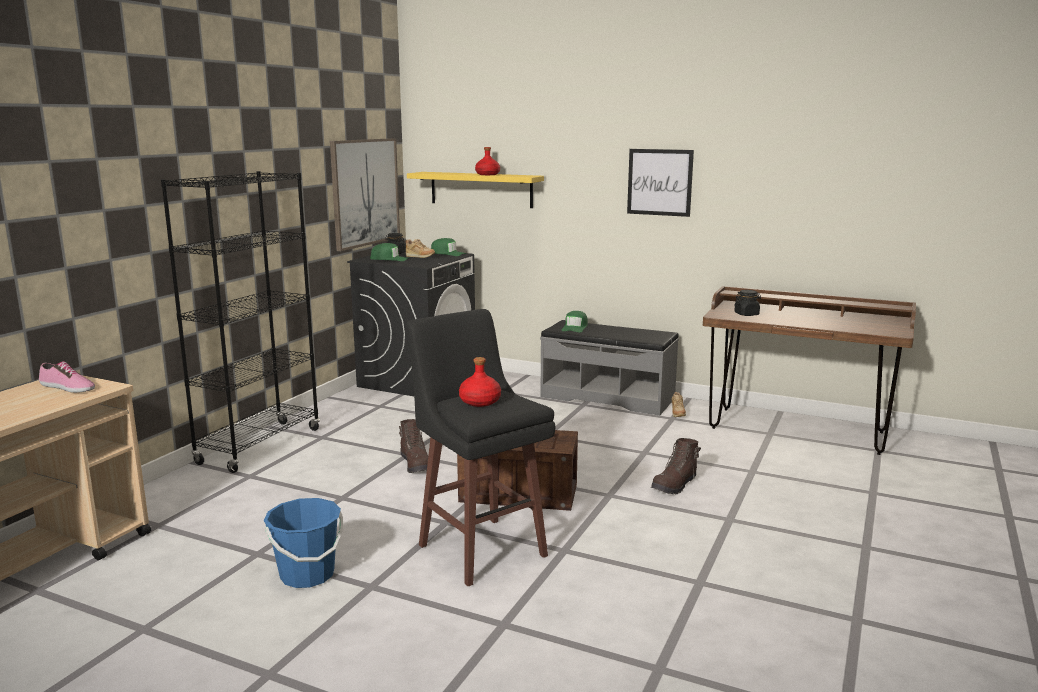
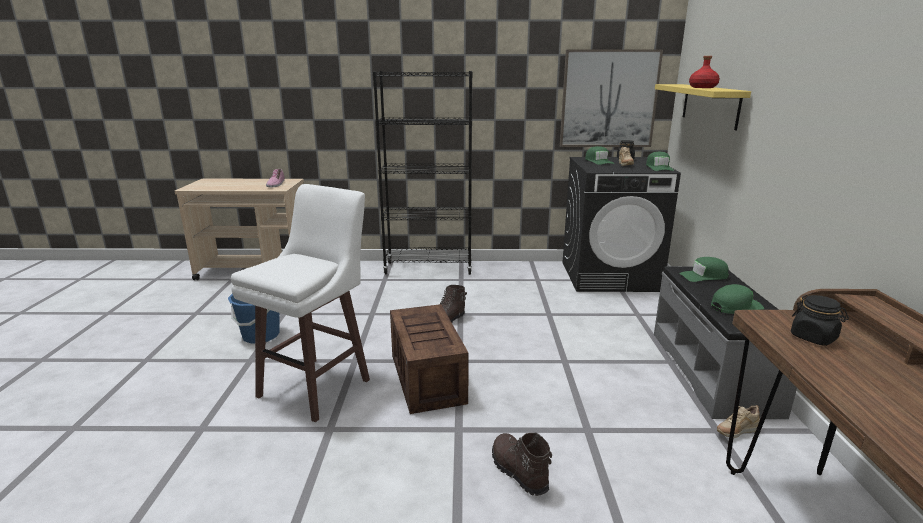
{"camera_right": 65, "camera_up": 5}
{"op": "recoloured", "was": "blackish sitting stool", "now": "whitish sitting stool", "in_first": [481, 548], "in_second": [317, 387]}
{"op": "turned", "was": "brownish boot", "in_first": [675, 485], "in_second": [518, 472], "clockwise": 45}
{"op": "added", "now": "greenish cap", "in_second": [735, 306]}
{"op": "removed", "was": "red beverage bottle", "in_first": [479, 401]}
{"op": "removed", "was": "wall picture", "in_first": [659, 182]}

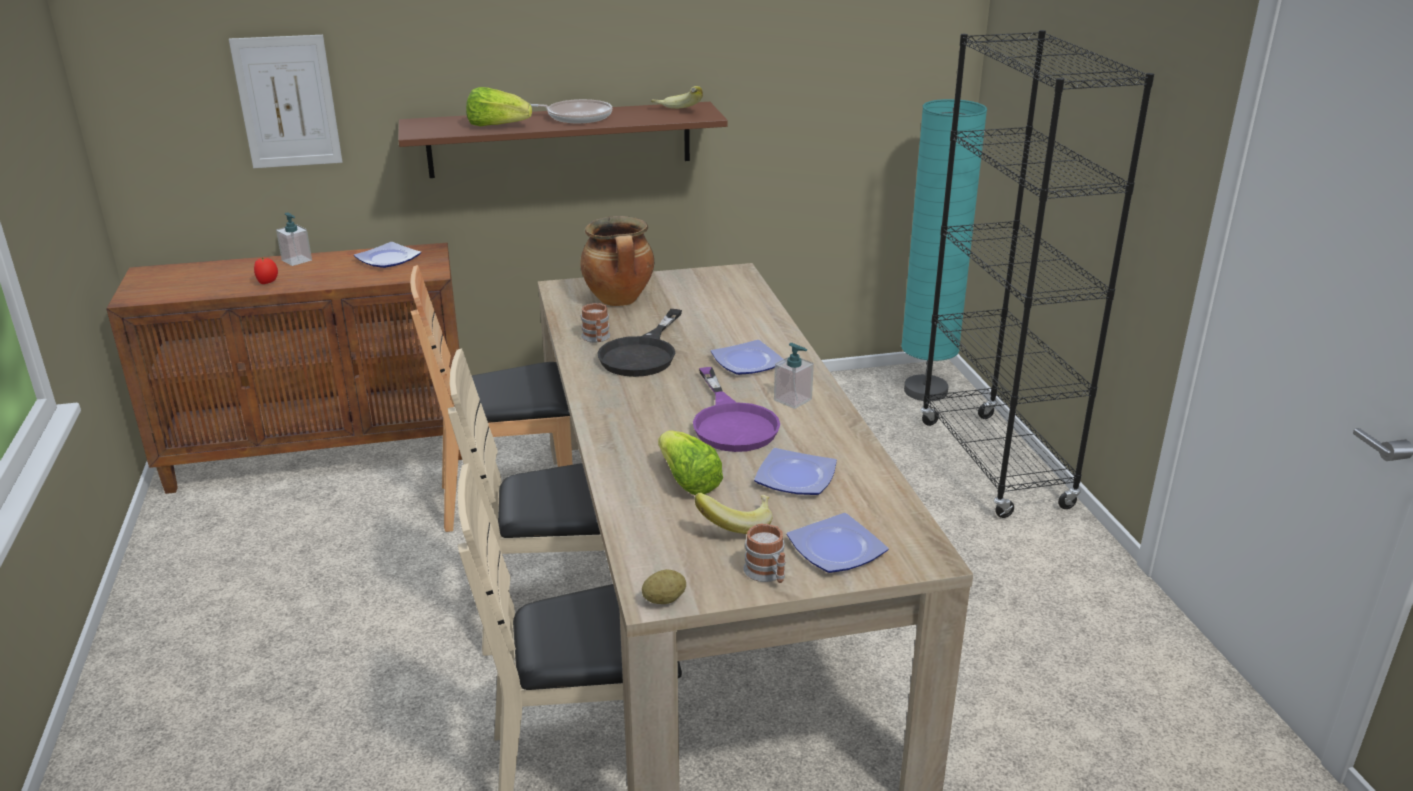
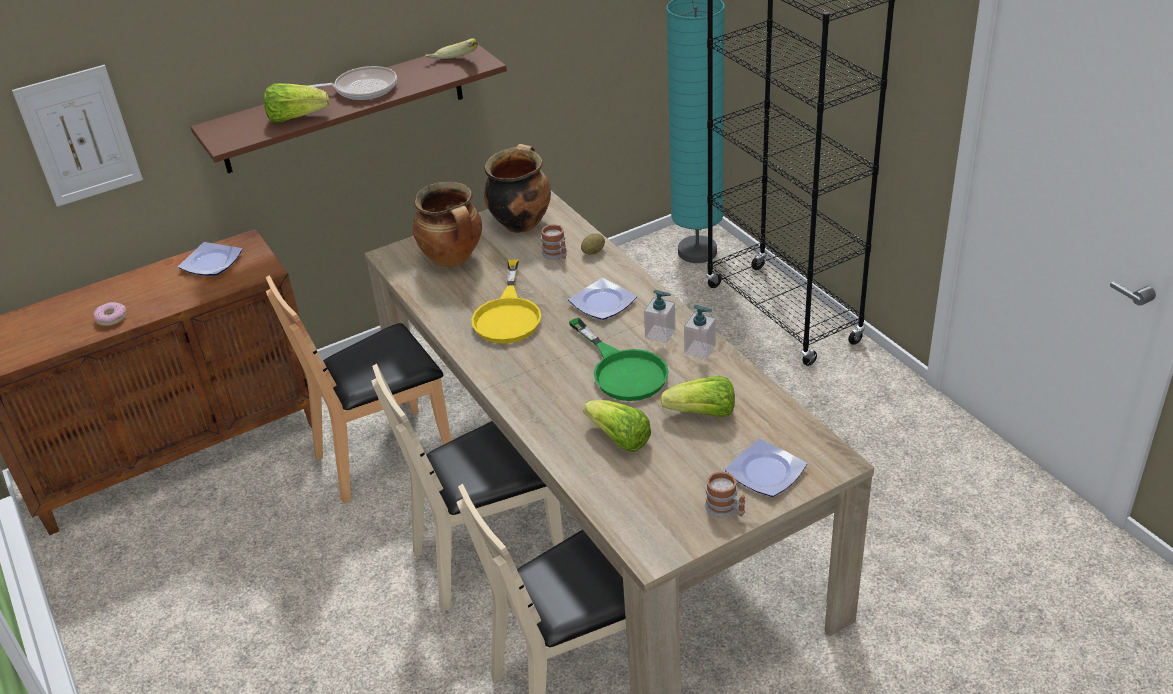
{"camera_right": -15, "camera_up": 10}
{"op": "replaced", "was": "whole tomato", "now": "ring doughnut", "in_first": [268, 282], "in_second": [111, 318]}
{"op": "recoloured", "was": "blackish skillet", "now": "yellow-coloured skillet", "in_first": [643, 353], "in_second": [508, 315]}
{"op": "added", "now": "saucepot", "in_second": [520, 223]}
{"op": "moved", "was": "coffee mug", "in_first": [596, 338], "in_second": [557, 255]}
{"op": "recoloured", "was": "purple-coloured skillet", "now": "greenish skillet", "in_first": [732, 422], "in_second": [623, 370]}
{"op": "moved", "was": "whole potato", "in_first": [664, 600], "in_second": [593, 252]}
{"op": "replaced", "was": "plate", "now": "head of lettuce", "in_first": [796, 478], "in_second": [702, 413]}
{"op": "moved", "was": "liquid soap bottle", "in_first": [297, 260], "in_second": [700, 350]}
{"op": "removed", "was": "whole banana", "in_first": [735, 524]}

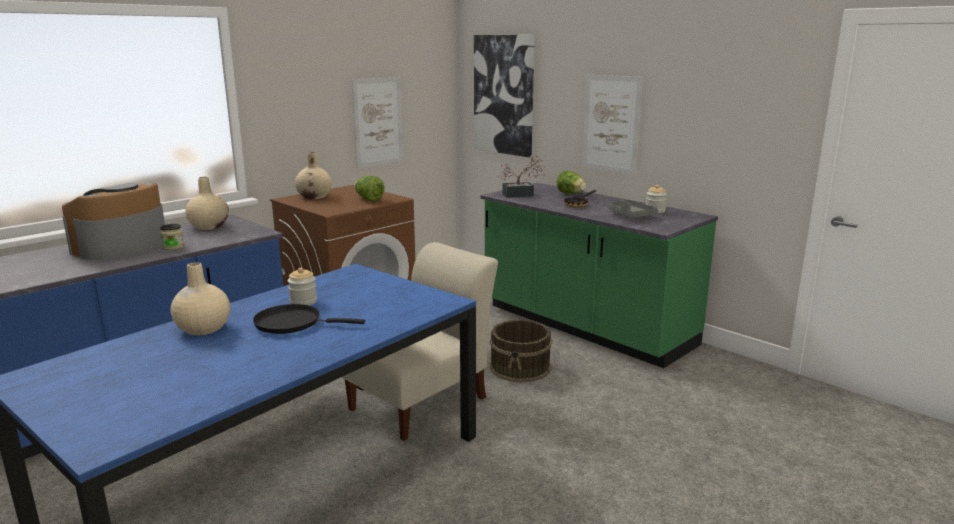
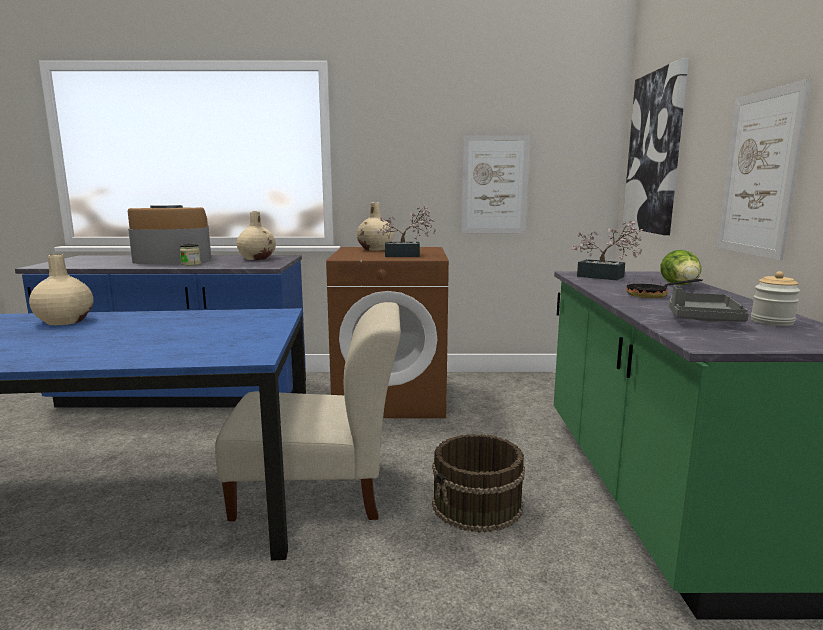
{"camera_right": 45, "camera_up": -5}
{"op": "replaced", "was": "head of lettuce", "now": "plant in a pot", "in_first": [368, 199], "in_second": [407, 255]}
{"op": "removed", "was": "blackish skillet", "in_first": [292, 323]}
{"op": "removed", "was": "jar", "in_first": [303, 302]}

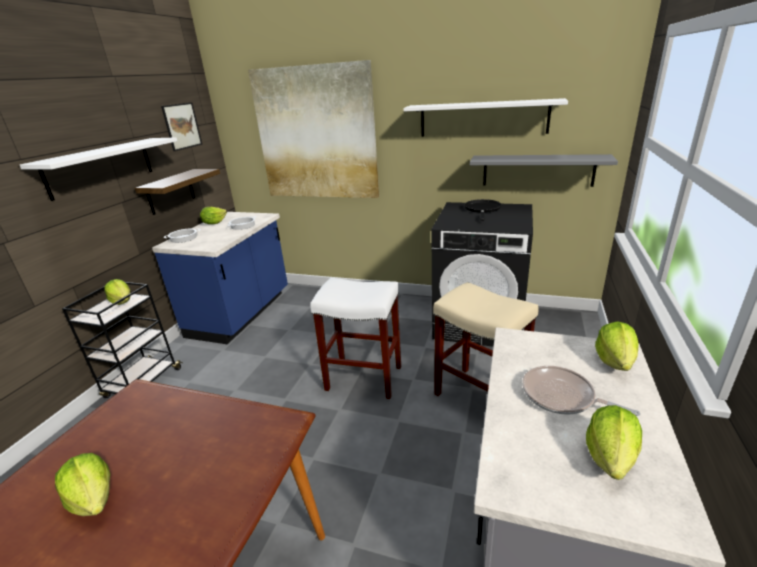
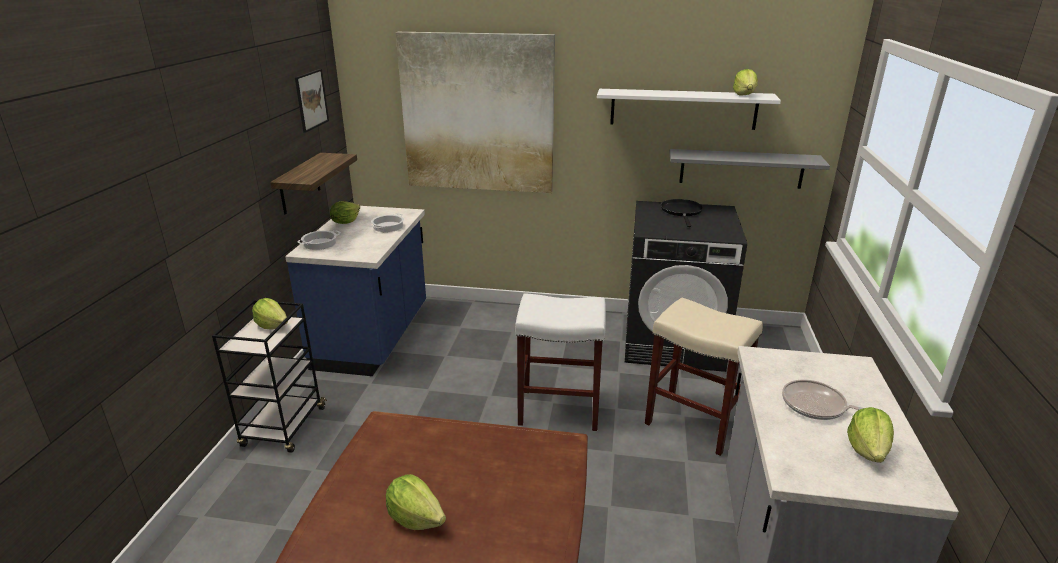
{"camera_right": -10, "camera_up": 0}
{"op": "moved", "was": "head of lettuce", "in_first": [615, 361], "in_second": [744, 95]}
{"op": "removed", "was": "whitish wall shelf", "in_first": [101, 167]}

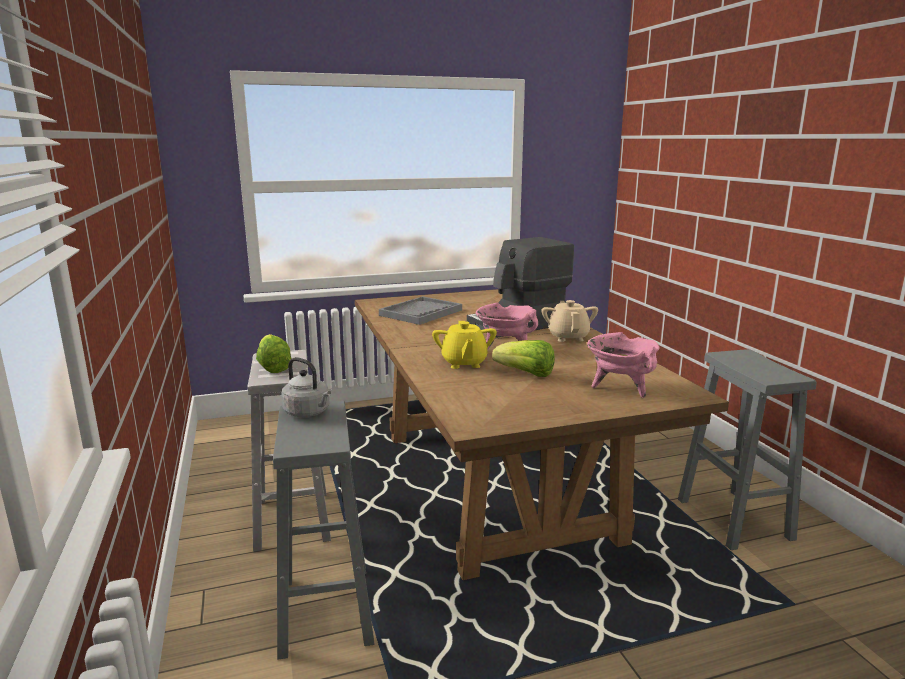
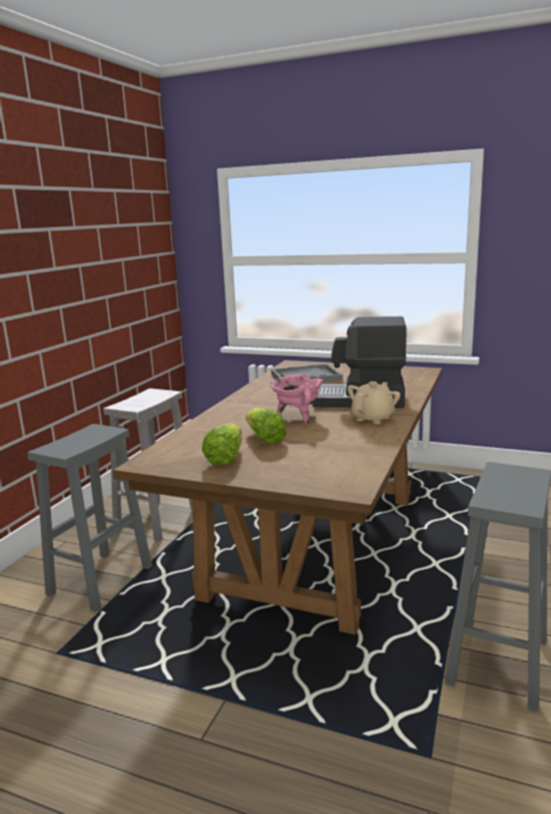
{"camera_right": 40, "camera_up": 0}
{"op": "moved", "was": "head of lettuce", "in_first": [273, 367], "in_second": [225, 458]}
{"op": "removed", "was": "greyish tea kettle", "in_first": [308, 412]}
{"op": "removed", "was": "yellow-coloured tea pot", "in_first": [464, 363]}
{"op": "removed", "was": "pink saucepot", "in_first": [620, 388]}

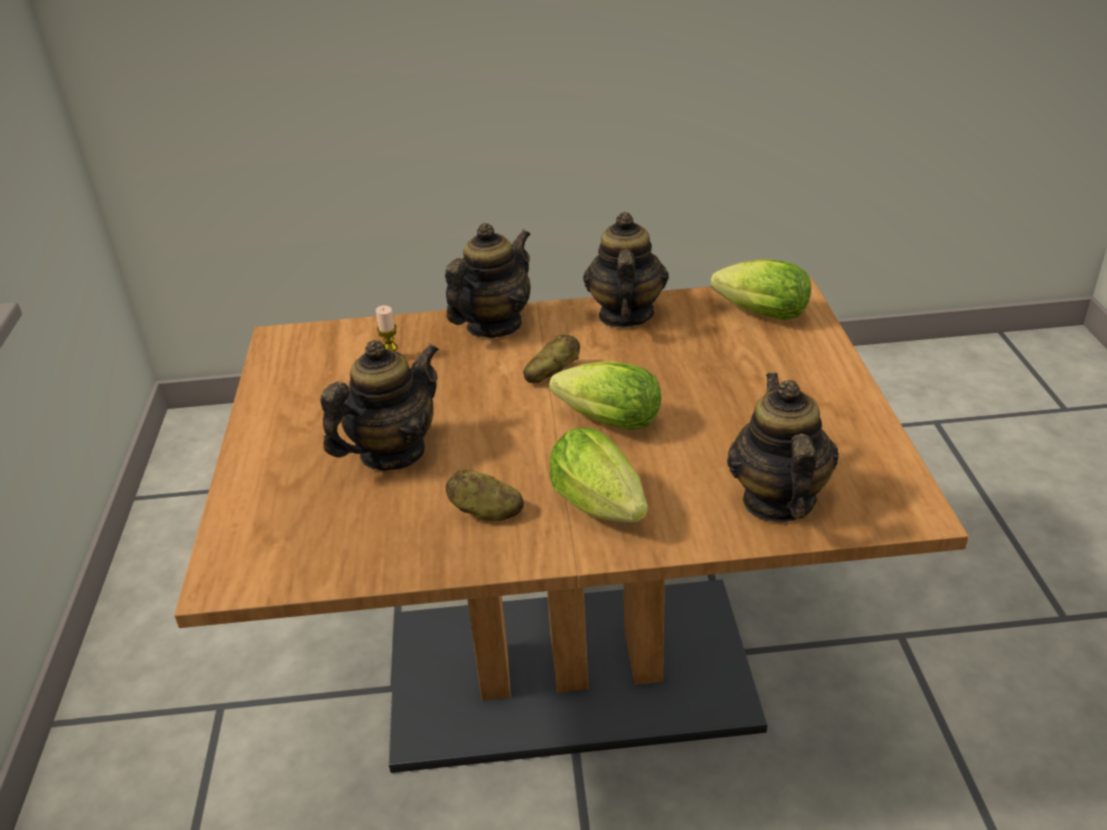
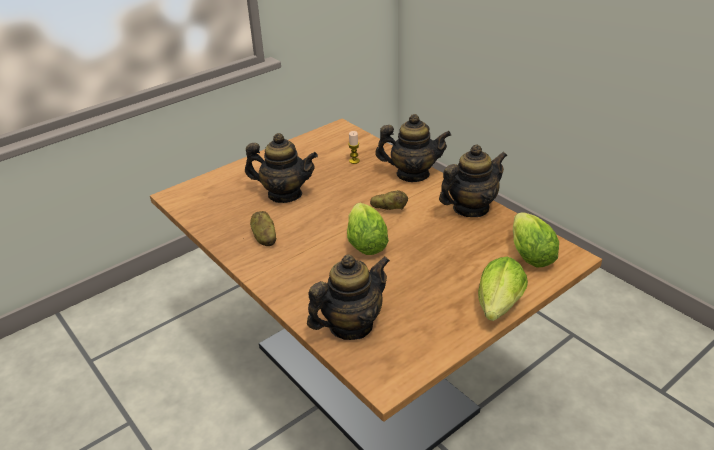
{"camera_right": 55, "camera_up": 0}
{"op": "moved", "was": "head of lettuce", "in_first": [603, 509], "in_second": [498, 308]}

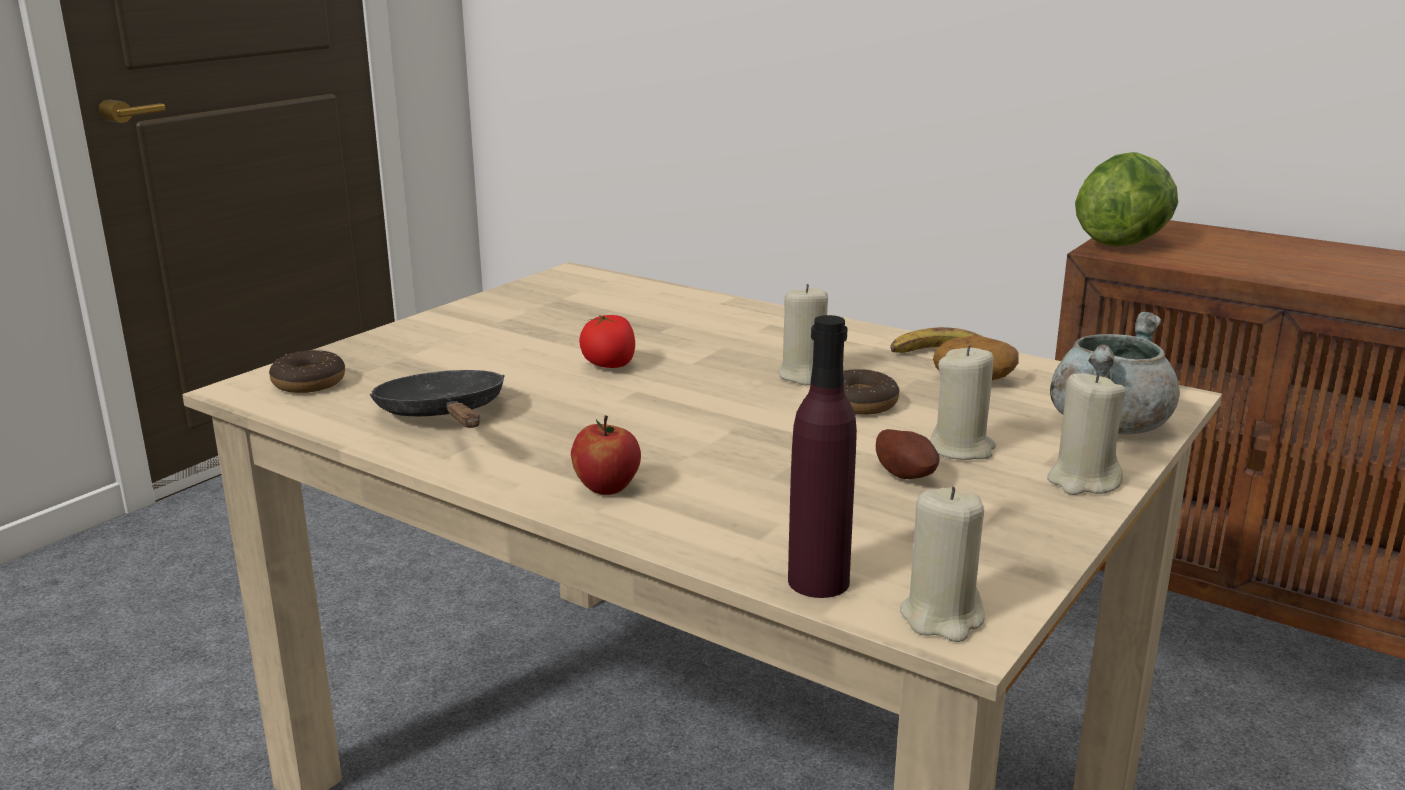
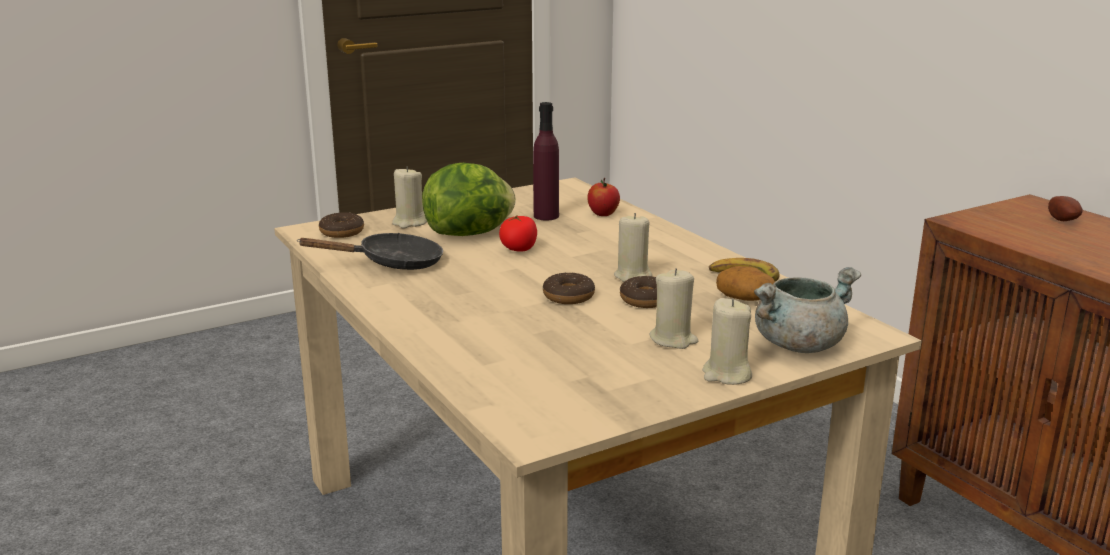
{"camera_right": 25, "camera_up": 0}
{"op": "turned", "was": "blackish skillet", "in_first": [444, 416], "in_second": [392, 263], "clockwise": 75}
{"op": "moved", "was": "beige-coloured wax light", "in_first": [942, 617], "in_second": [409, 222]}
{"op": "moved", "was": "head of lettuce", "in_first": [1122, 243], "in_second": [470, 233]}
{"op": "moved", "was": "purple-coloured beverage bottle", "in_first": [818, 581], "in_second": [546, 216]}
{"op": "added", "now": "ring doughnut", "in_second": [568, 296]}
{"op": "moved", "was": "apple fruit", "in_first": [607, 488], "in_second": [603, 214]}
{"op": "moved", "was": "whole potato", "in_first": [906, 475], "in_second": [1063, 220]}

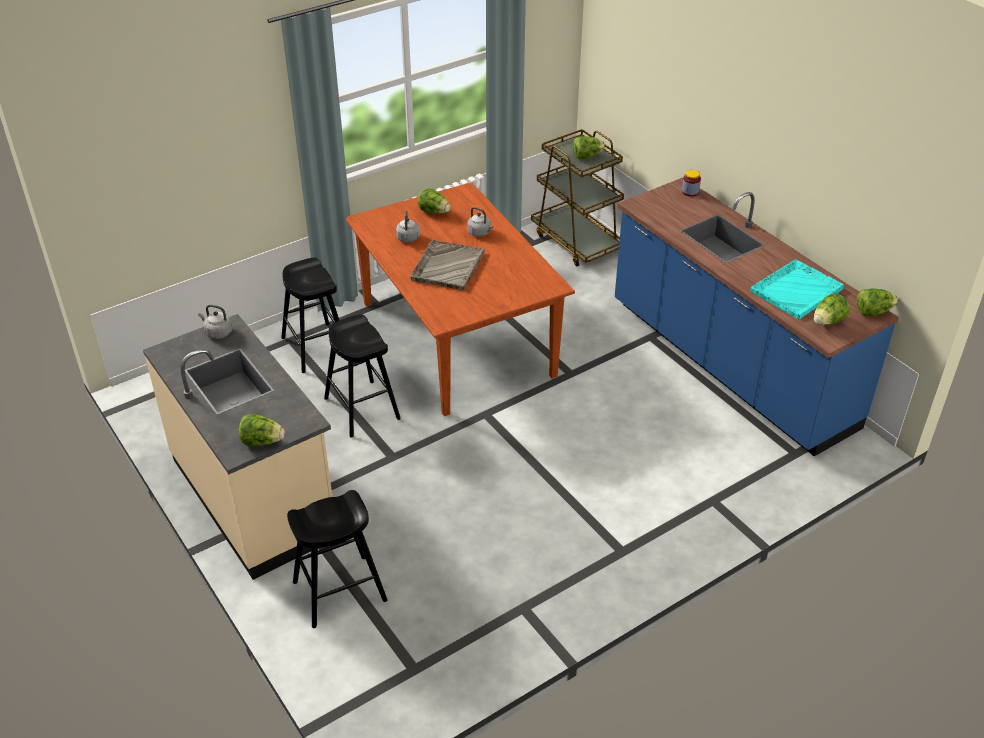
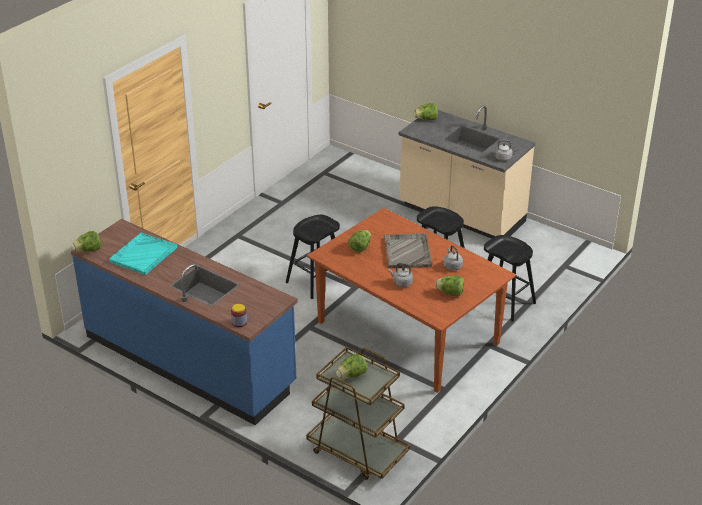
{"camera_right": 160, "camera_up": -5}
{"op": "moved", "was": "blackish sitting stool", "in_first": [340, 591], "in_second": [315, 281]}
{"op": "moved", "was": "head of lettuce", "in_first": [828, 321], "in_second": [360, 247]}

